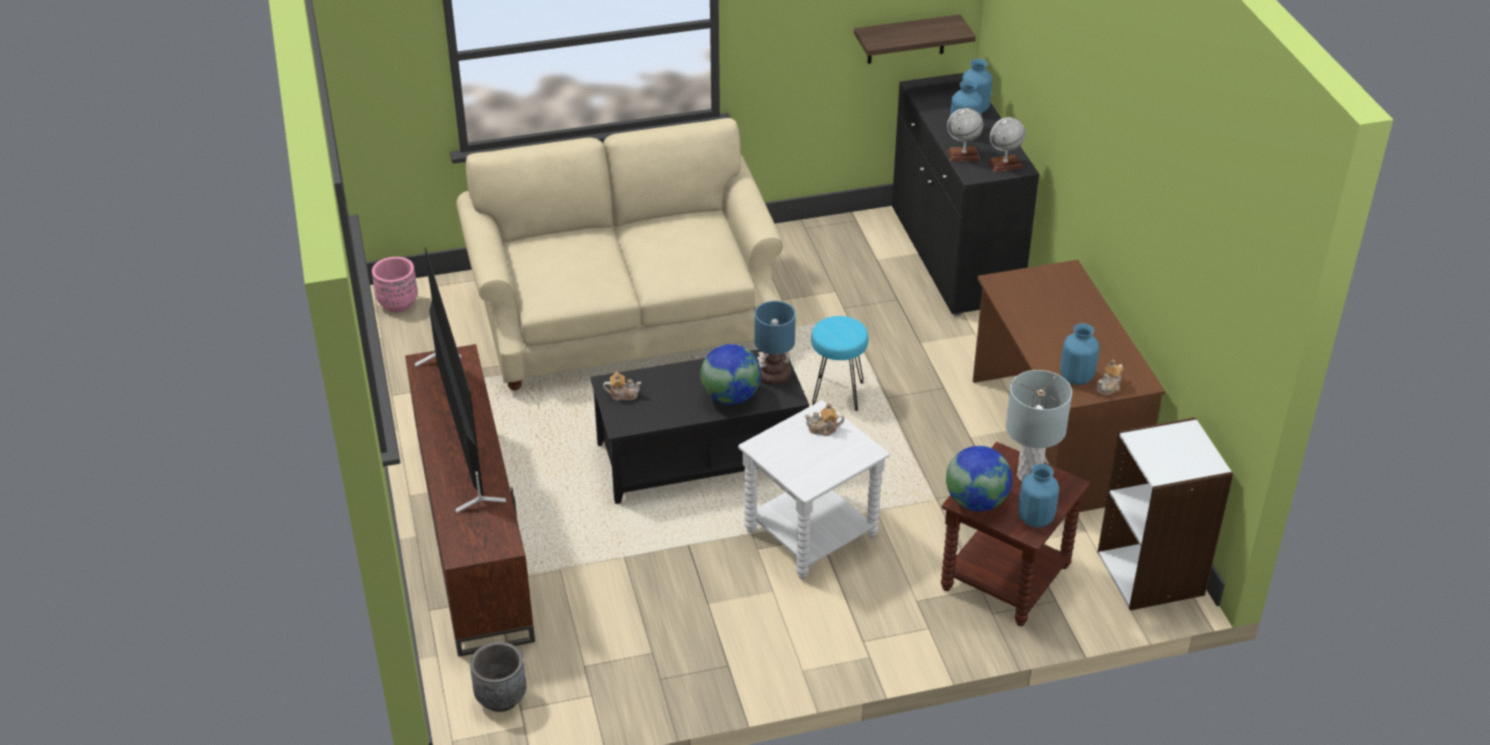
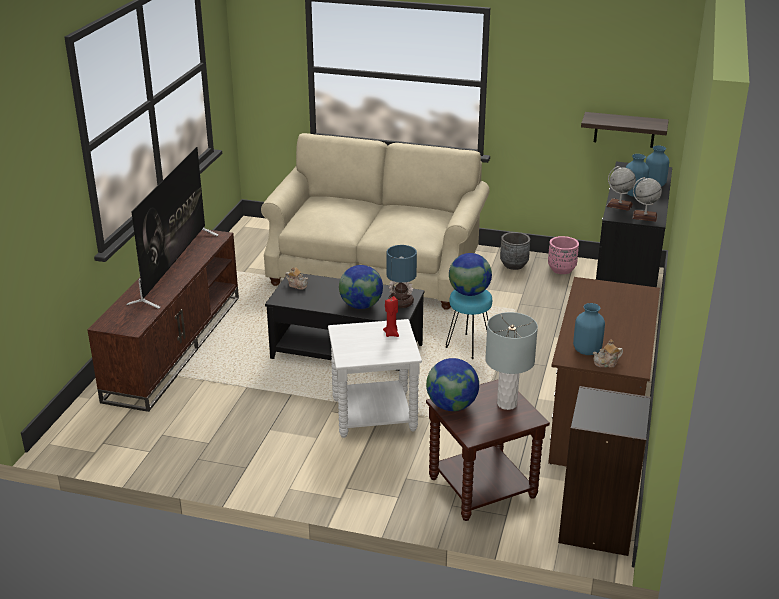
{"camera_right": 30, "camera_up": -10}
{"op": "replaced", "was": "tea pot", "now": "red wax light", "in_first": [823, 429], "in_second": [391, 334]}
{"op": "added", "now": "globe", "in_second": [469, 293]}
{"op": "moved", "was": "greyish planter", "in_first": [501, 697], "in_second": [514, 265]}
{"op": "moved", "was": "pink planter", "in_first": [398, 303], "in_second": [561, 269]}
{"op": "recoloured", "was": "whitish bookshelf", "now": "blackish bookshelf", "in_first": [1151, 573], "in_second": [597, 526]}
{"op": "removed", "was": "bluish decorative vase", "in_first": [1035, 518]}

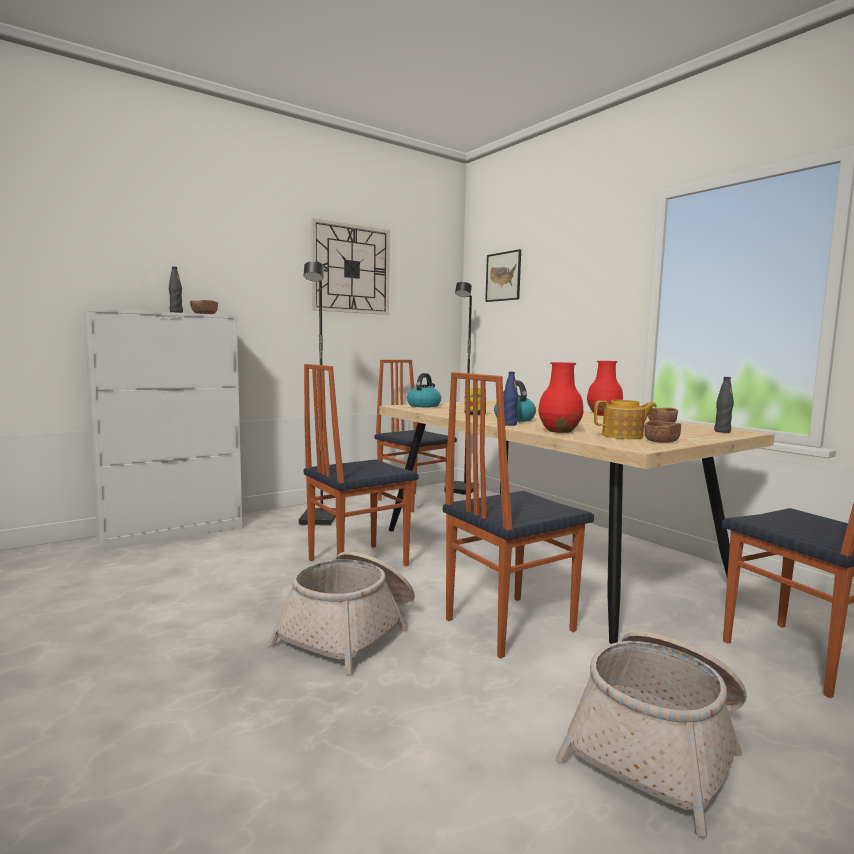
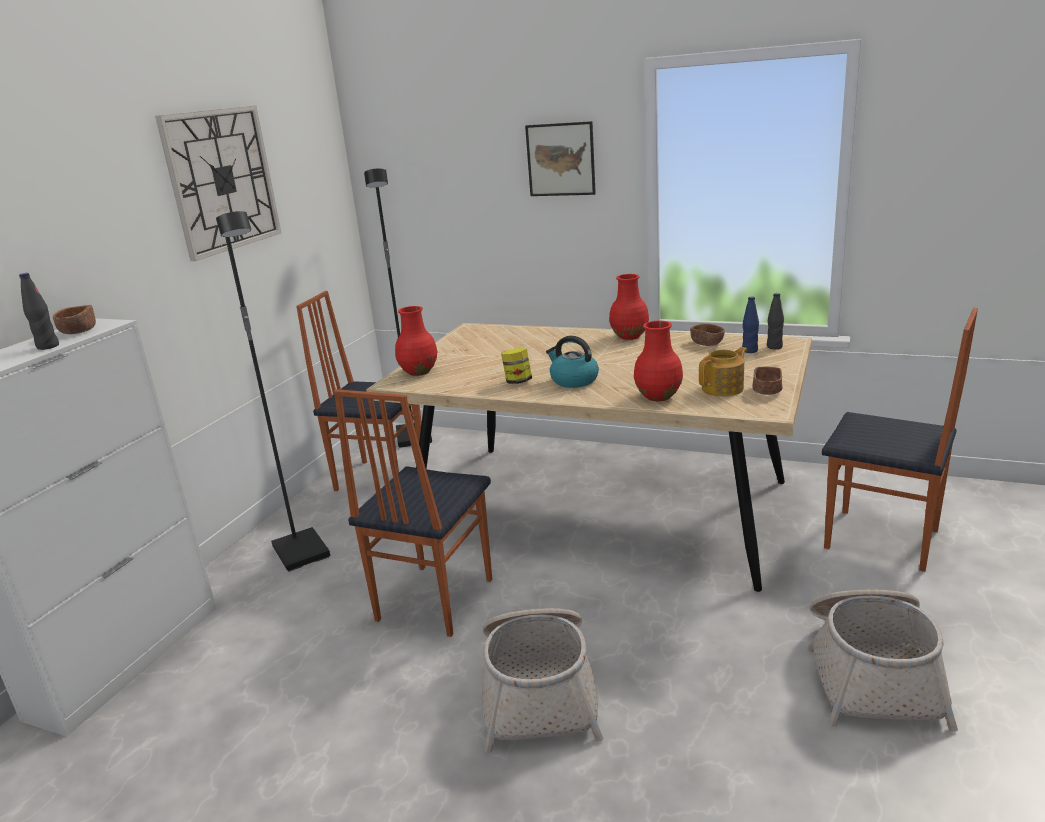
{"camera_right": -30, "camera_up": 15}
{"op": "replaced", "was": "tea kettle", "now": "red decorative vase", "in_first": [424, 405], "in_second": [418, 372]}
{"op": "moved", "was": "wall picture", "in_first": [503, 276], "in_second": [561, 159]}
{"op": "moved", "was": "bluish beverage bottle", "in_first": [509, 424], "in_second": [749, 350]}
{"op": "removed", "was": "chair", "in_first": [507, 624]}

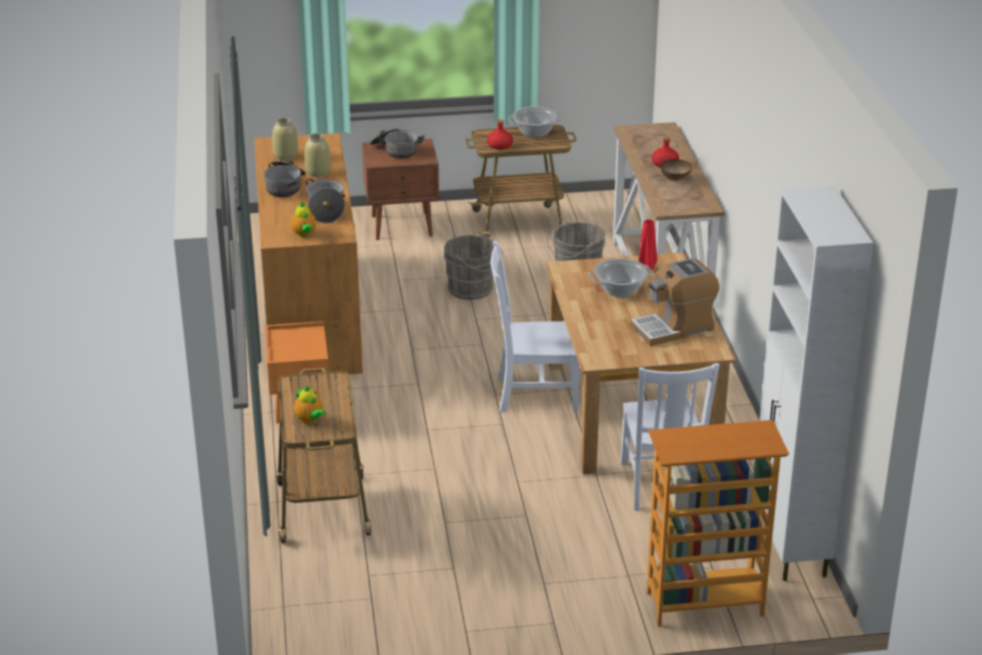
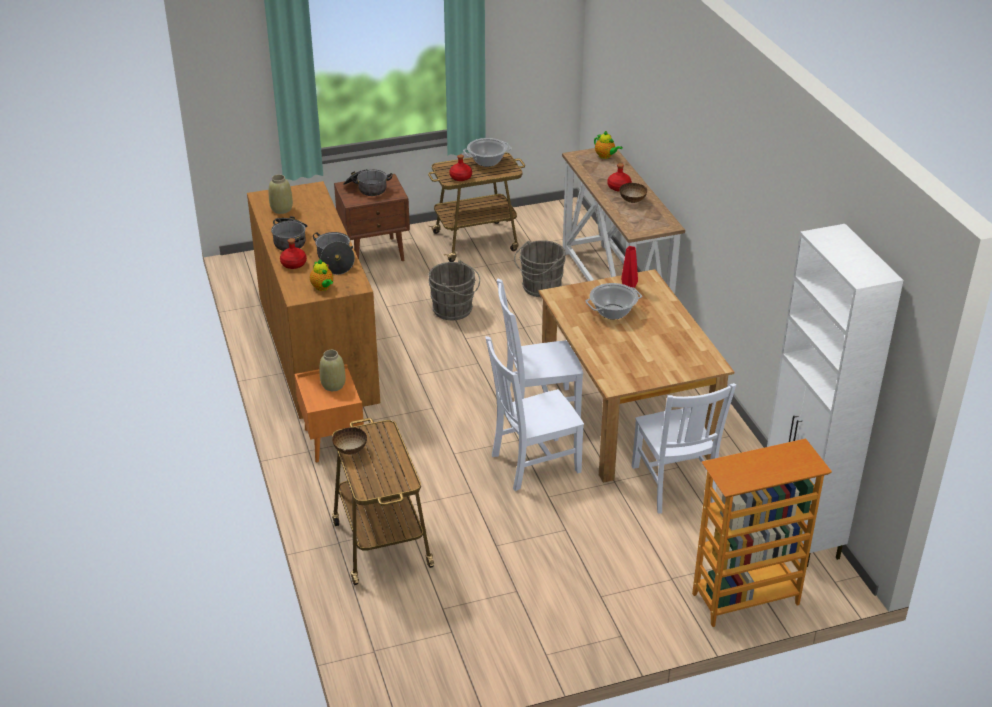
{"camera_right": -10, "camera_up": 5}
{"op": "added", "now": "red beverage bottle", "in_second": [294, 264]}
{"op": "moved", "was": "beige-coloured decorative vase", "in_first": [318, 173], "in_second": [333, 385]}
{"op": "added", "now": "deep dish", "in_second": [350, 450]}
{"op": "added", "now": "whitish chair", "in_second": [532, 464]}
{"op": "moved", "was": "tea pot", "in_first": [310, 420], "in_second": [605, 156]}
{"op": "removed", "was": "coffee brewer", "in_first": [673, 328]}

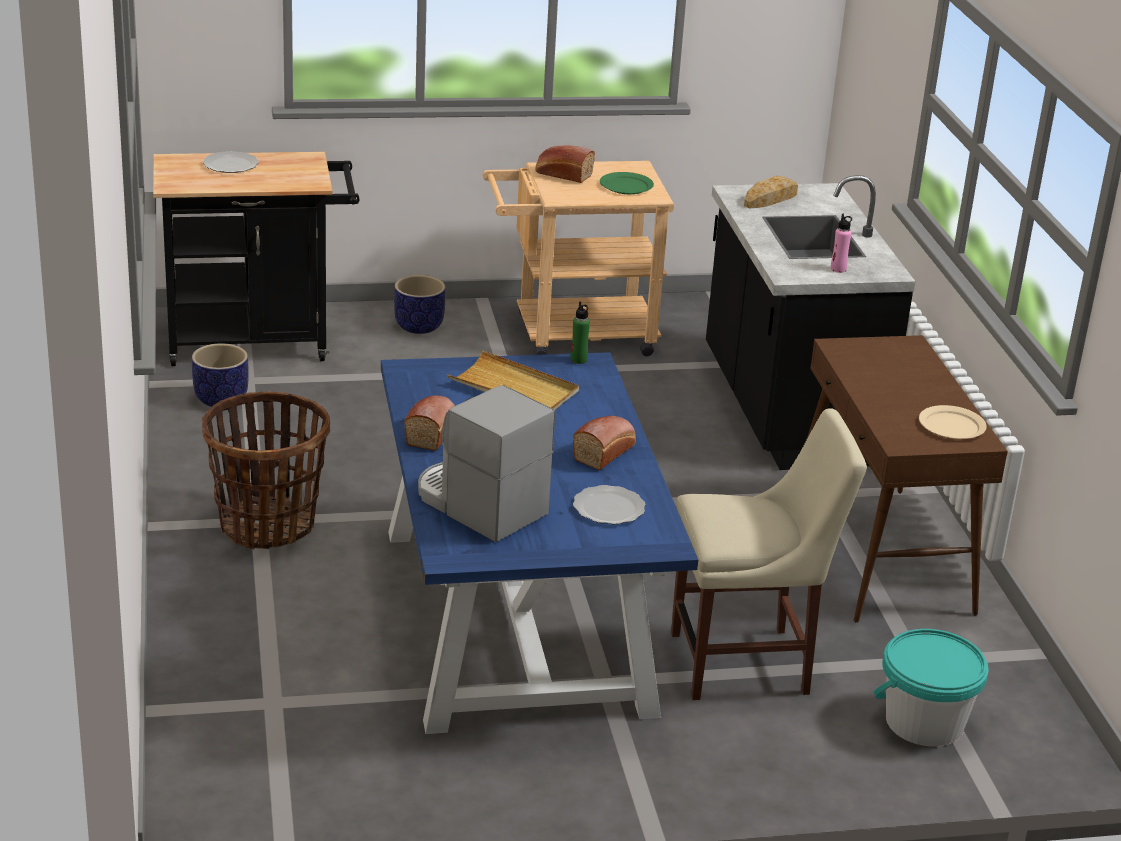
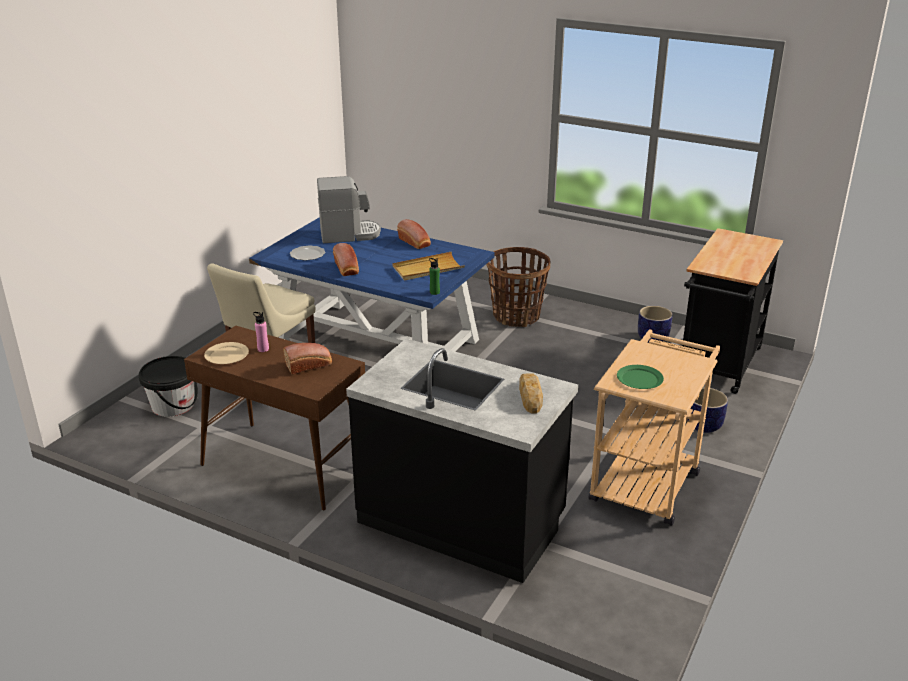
{"camera_right": 130, "camera_up": 0}
{"op": "recoloured", "was": "blue-green pail", "now": "blackish pail", "in_first": [924, 722], "in_second": [173, 405]}
{"op": "moved", "was": "pink beverage bottle", "in_first": [838, 269], "in_second": [263, 349]}
{"op": "moved", "was": "bakery bread", "in_first": [562, 174], "in_second": [309, 365]}
{"op": "removed", "was": "plate", "in_first": [231, 165]}

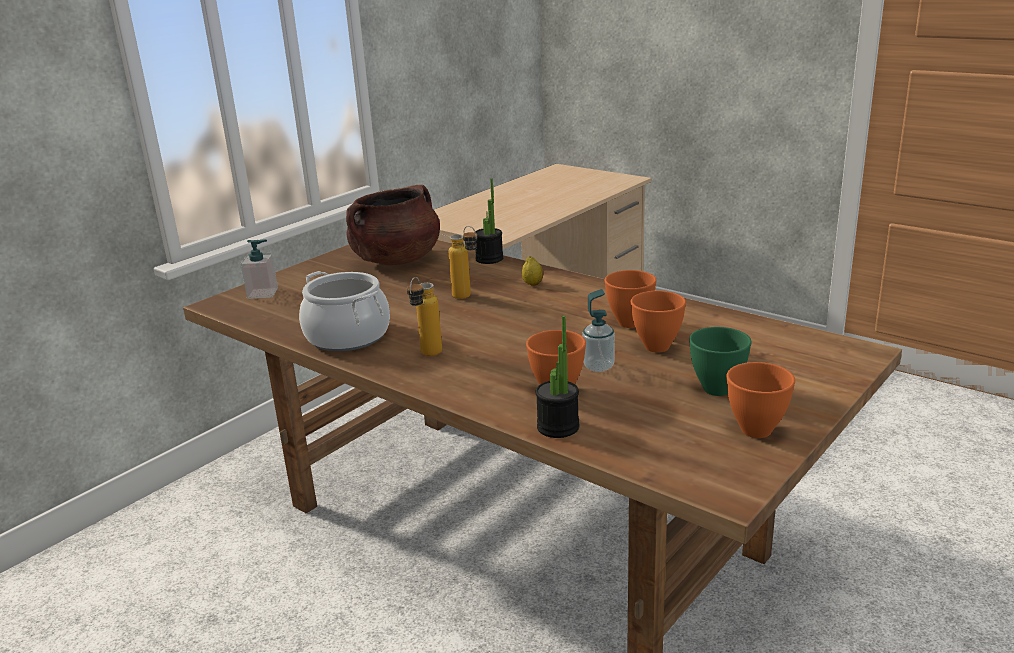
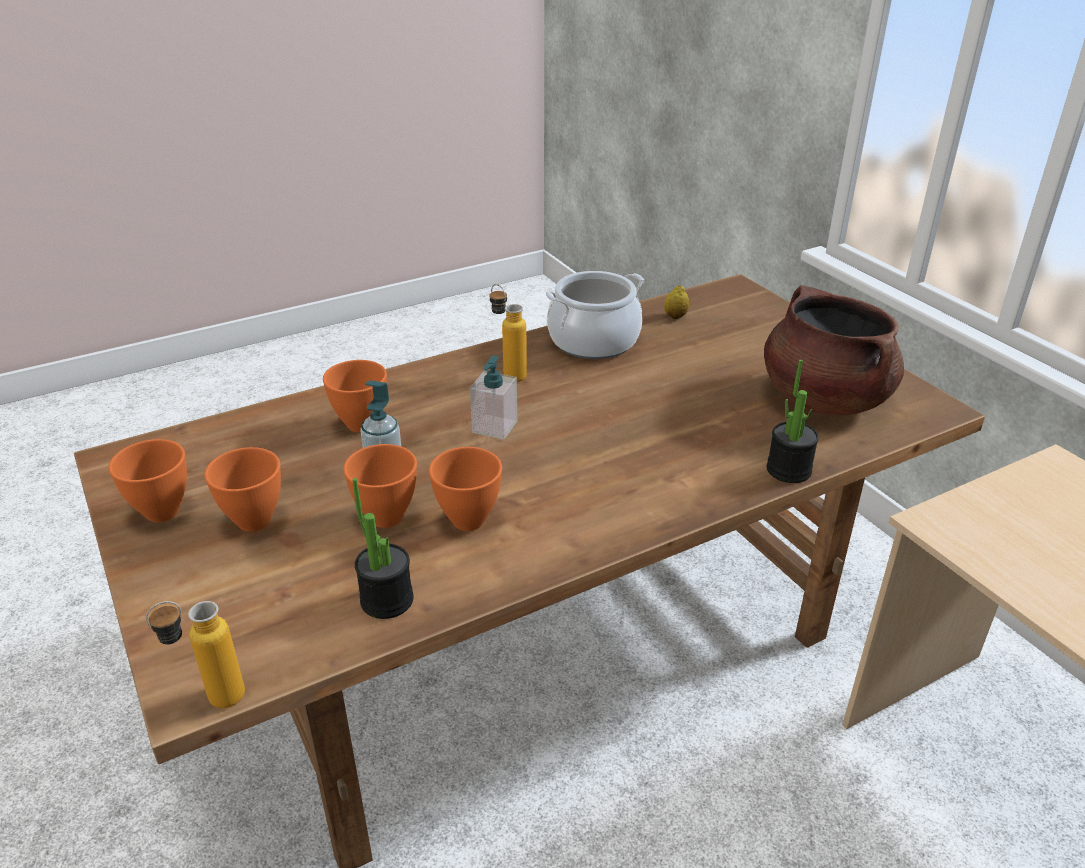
{"camera_right": 110, "camera_up": 10}
{"op": "moved", "was": "beverage bottle", "in_first": [467, 297], "in_second": [211, 701]}
{"op": "recoloured", "was": "greenish deep dish", "now": "orange-coloured deep dish", "in_first": [717, 390], "in_second": [252, 520]}
{"op": "moved", "was": "plant in a pot", "in_first": [558, 427], "in_second": [387, 600]}
{"op": "moved", "was": "liquid soap bottle", "in_first": [263, 293], "in_second": [494, 427]}
{"op": "moved", "was": "lemon", "in_first": [533, 284], "in_second": [675, 316]}

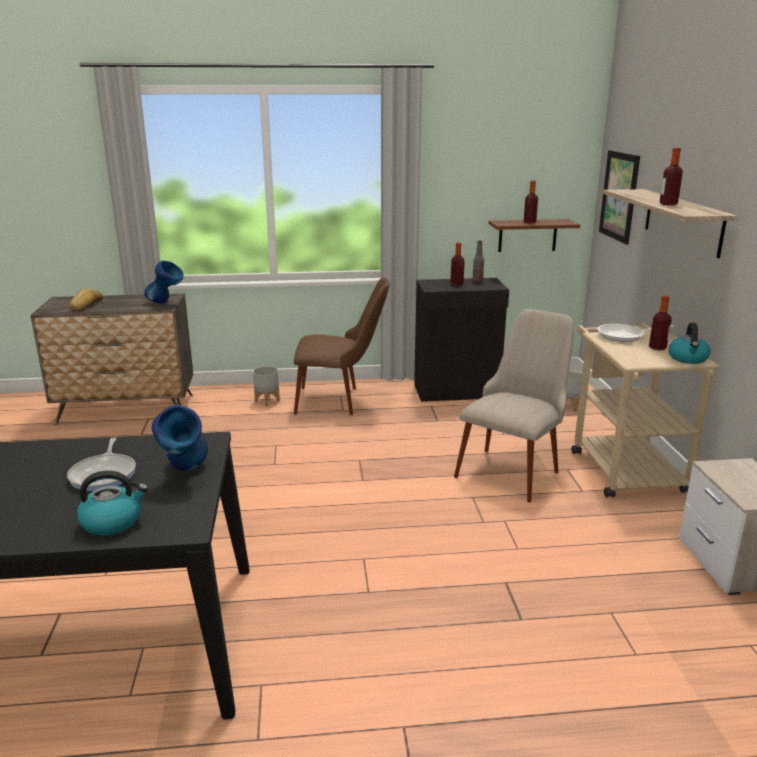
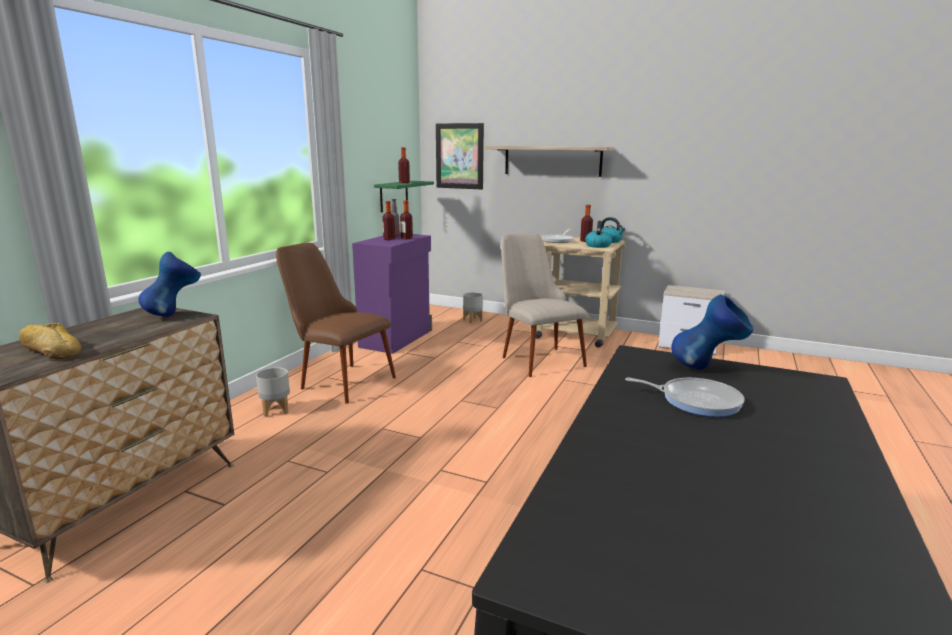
{"camera_right": -60, "camera_up": -5}
{"op": "turned", "was": "brownish chair", "in_first": [340, 401], "in_second": [337, 379], "clockwise": -90}
{"op": "recoloured", "was": "blackish cupboard", "now": "purple-coloured cupboard", "in_first": [457, 391], "in_second": [397, 339]}
{"op": "recoloured", "was": "brownish wall shelf", "now": "greenish wall shelf", "in_first": [527, 235], "in_second": [394, 196]}
{"op": "moved", "was": "beverage bottle", "in_first": [668, 204], "in_second": [406, 238]}
{"op": "moved", "was": "tea kettle", "in_first": [113, 521], "in_second": [597, 245]}

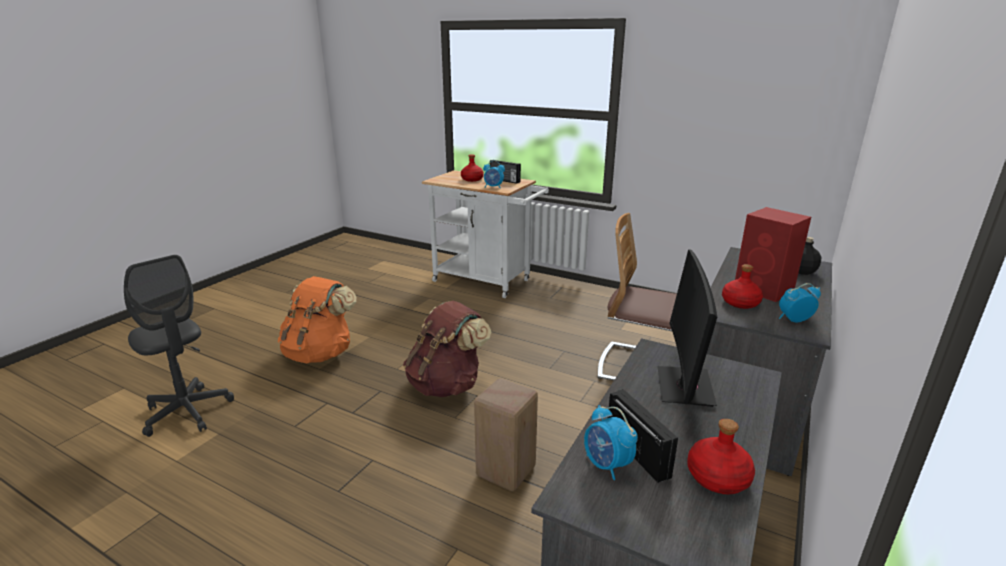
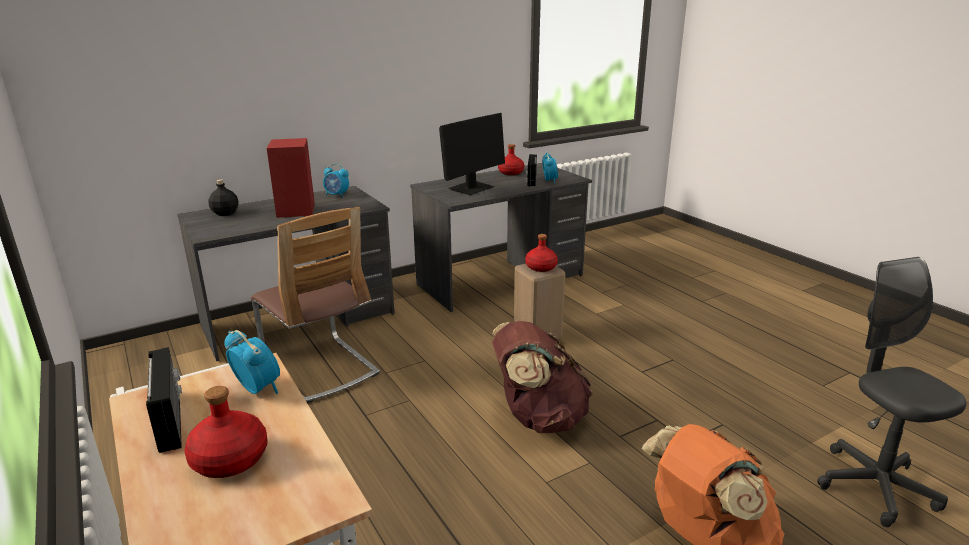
{"camera_right": -150, "camera_up": 0}
{"op": "moved", "was": "red beverage bottle", "in_first": [739, 303], "in_second": [541, 267]}

